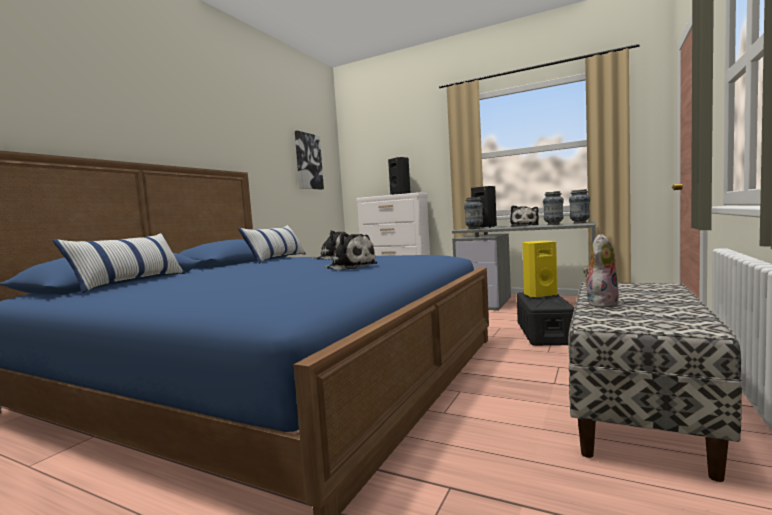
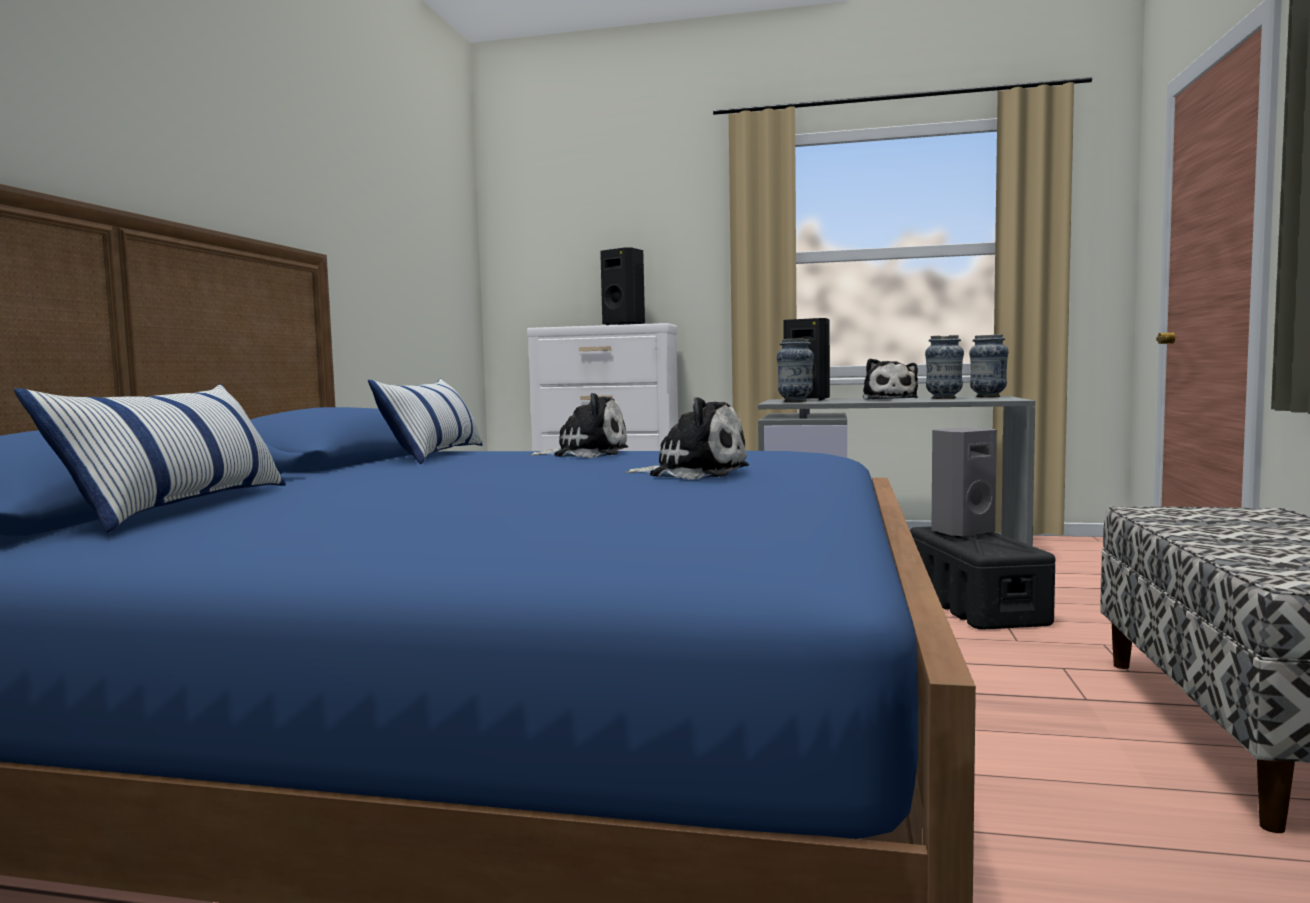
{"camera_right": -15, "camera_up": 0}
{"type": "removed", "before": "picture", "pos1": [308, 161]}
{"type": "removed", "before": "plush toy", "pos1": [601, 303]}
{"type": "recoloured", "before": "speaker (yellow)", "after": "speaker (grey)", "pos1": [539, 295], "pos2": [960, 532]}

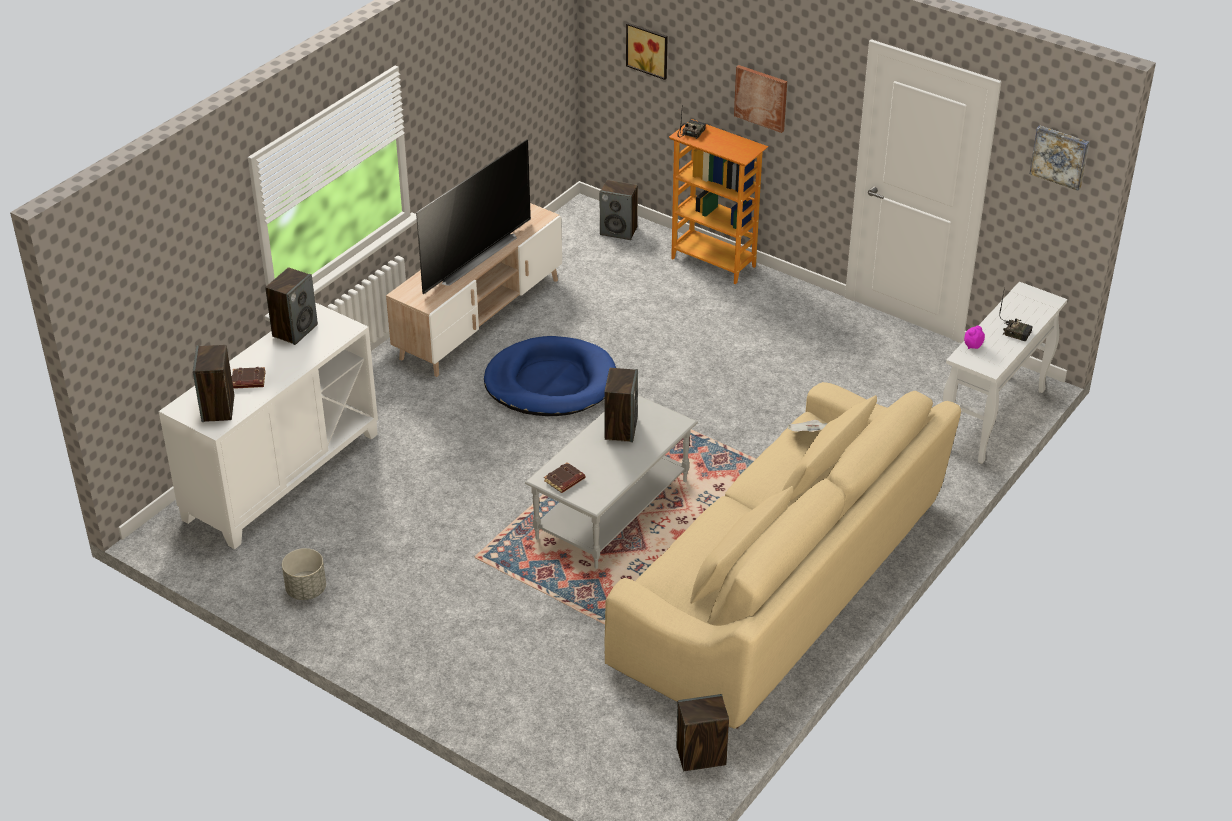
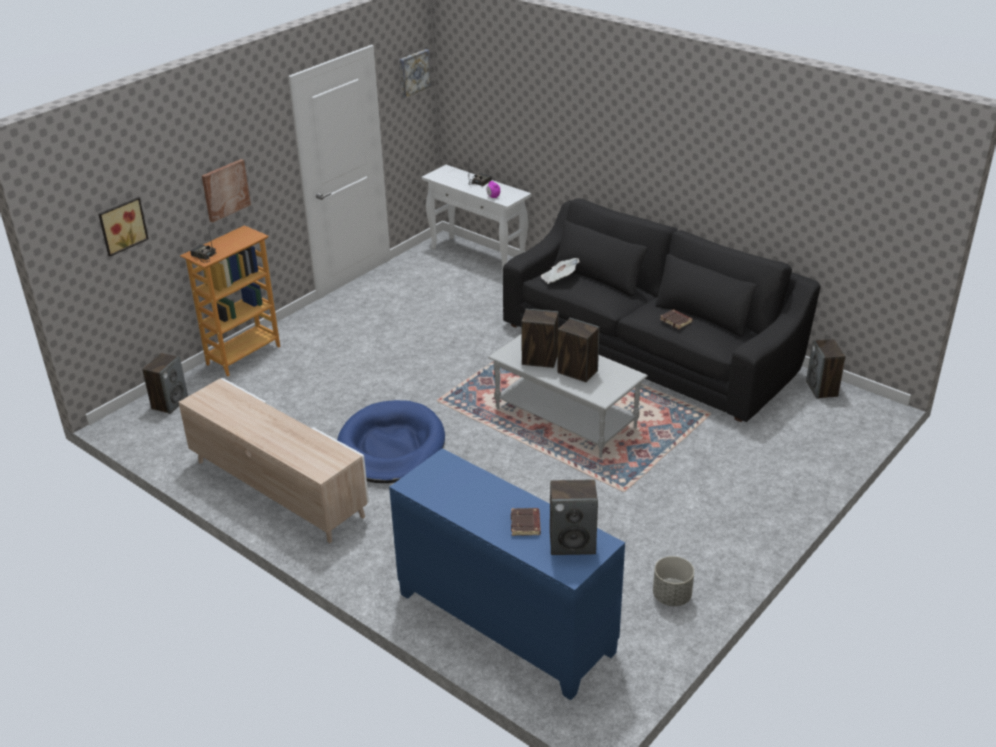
{"camera_right": -85, "camera_up": -5}
{"type": "removed", "before": "television", "pos1": [472, 256]}
{"type": "moved", "before": "speaker", "pos1": [295, 330], "pos2": [577, 372]}
{"type": "moved", "before": "book (brown)", "pos1": [564, 481], "pos2": [676, 321]}
{"type": "recoloured", "before": "cabinet (white)", "after": "cabinet (blue)", "pos1": [281, 476], "pos2": [504, 623]}
{"type": "recoloured", "before": "sofa (beige)", "after": "sofa (black)", "pos1": [783, 585], "pos2": [649, 347]}

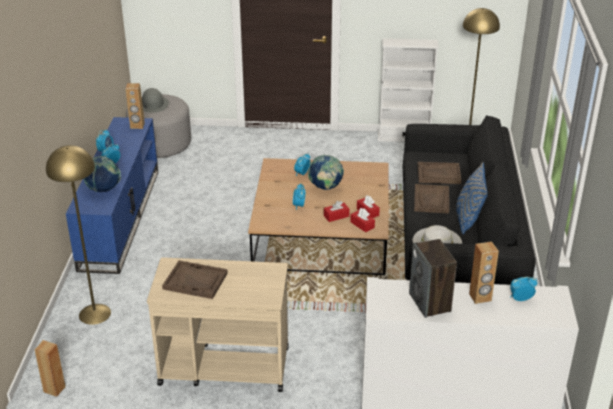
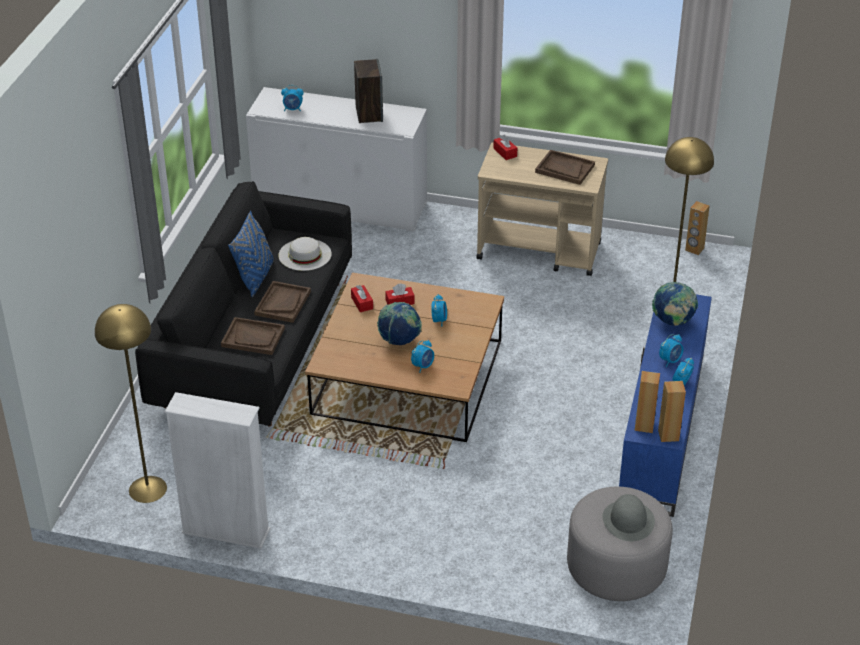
{"camera_right": -170, "camera_up": 5}
{"type": "moved", "before": "tissue box (red)", "pos1": [362, 225], "pos2": [505, 152]}
{"type": "moved", "before": "speaker (brown)", "pos1": [480, 297], "pos2": [668, 435]}

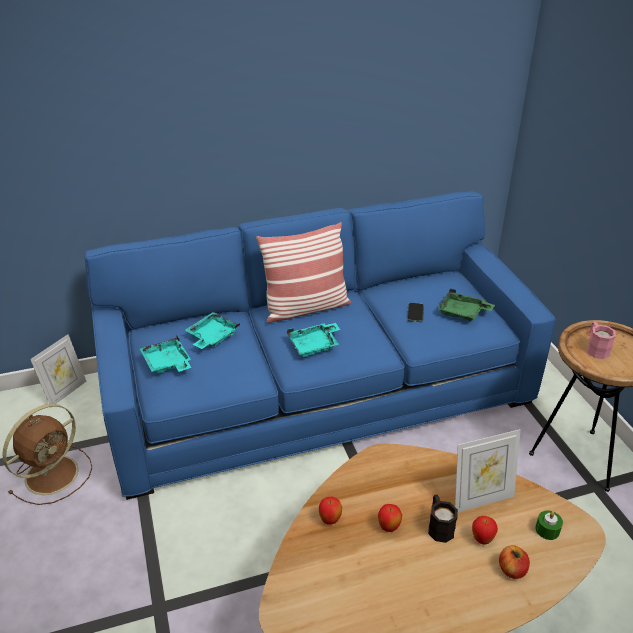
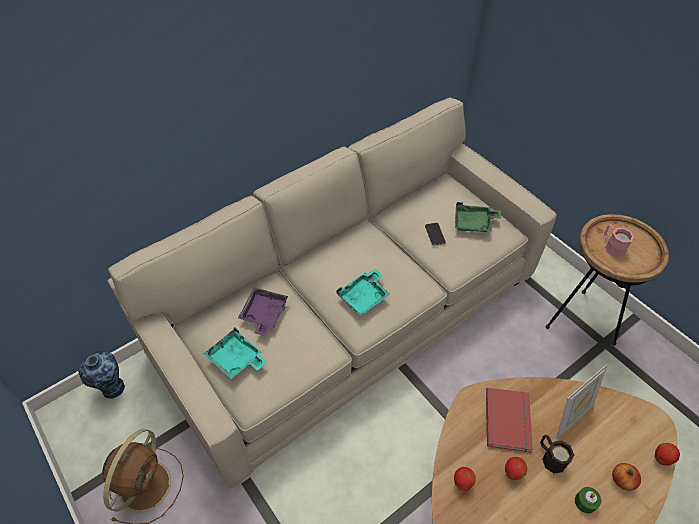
{"camera_right": -20, "camera_up": 15}
{"type": "removed", "before": "pillow", "pos1": [306, 308]}
{"type": "added", "after": "book (red)", "pos2": [509, 420]}
{"type": "moved", "before": "apple", "pos1": [482, 539], "pos2": [661, 459]}
{"type": "moved", "before": "candle (green)", "pos1": [547, 530], "pos2": [585, 502]}
{"type": "replaced", "before": "picture frame", "after": "vase", "pos1": [65, 392], "pos2": [112, 388]}
{"type": "recoloured", "before": "sofa (blue)", "after": "sofa (beige)", "pos1": [317, 389], "pos2": [350, 313]}
{"type": "recoloured", "before": "tray (turquoise)", "after": "tray (purple)", "pos1": [212, 337], "pos2": [264, 314]}

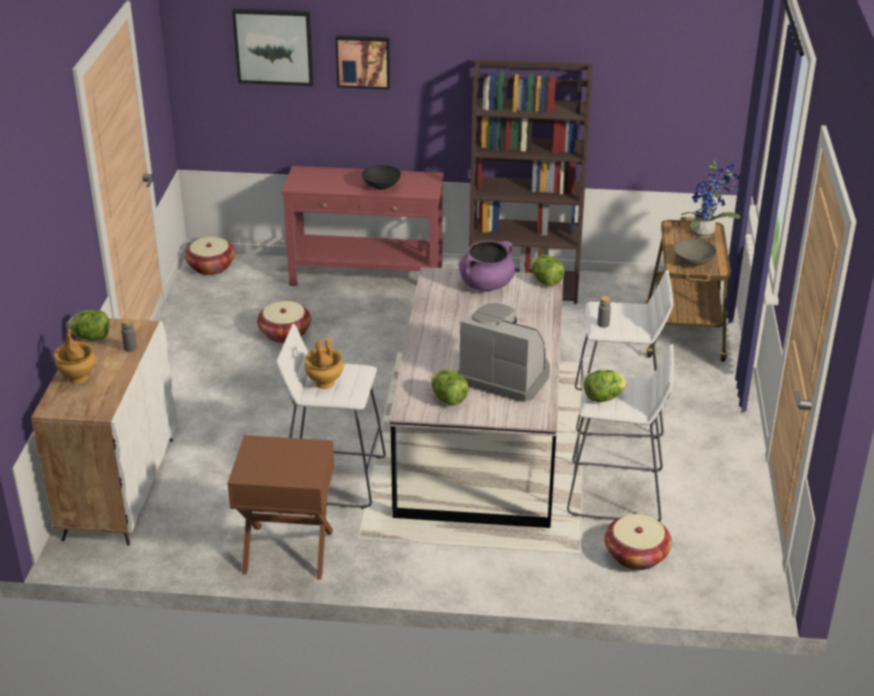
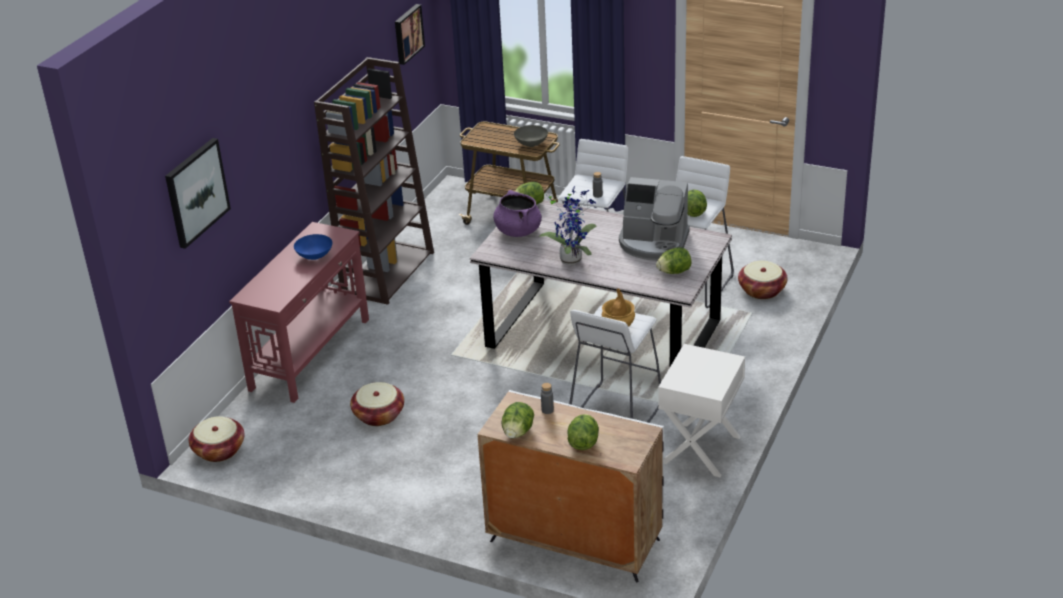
{"camera_right": -70, "camera_up": 0}
{"type": "moved", "before": "picture", "pos1": [363, 61], "pos2": [407, 33]}
{"type": "moved", "before": "potted plant", "pos1": [706, 233], "pos2": [572, 258]}
{"type": "replaced", "before": "vase (brown)", "after": "lettuce", "pos1": [78, 377], "pos2": [583, 443]}
{"type": "recoloured", "before": "nightstand (brown)", "after": "nightstand (white)", "pos1": [288, 552], "pos2": [701, 449]}
{"type": "recoloured", "before": "bowl (black)", "after": "bowl (blue)", "pos1": [382, 187], "pos2": [315, 256]}
{"type": "turned", "before": "coffee machine", "pos1": [506, 375], "pos2": [653, 243], "turn": -120}

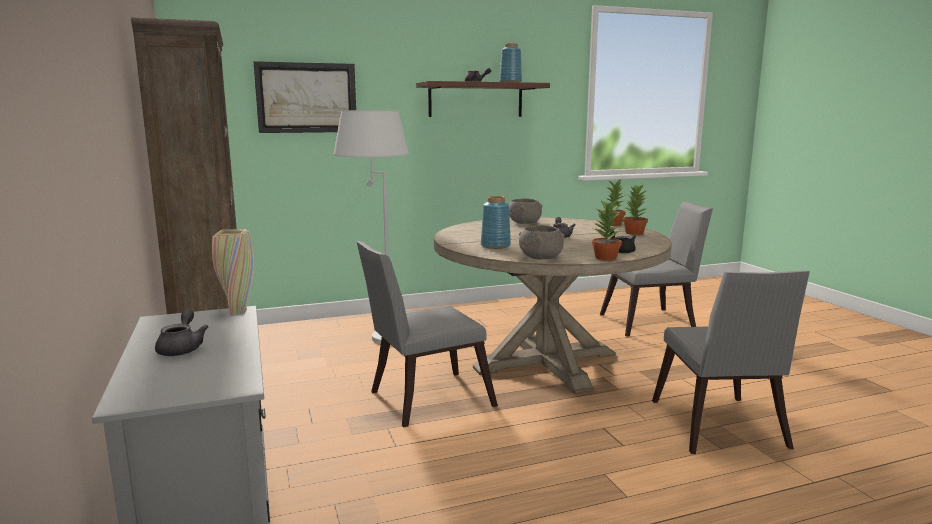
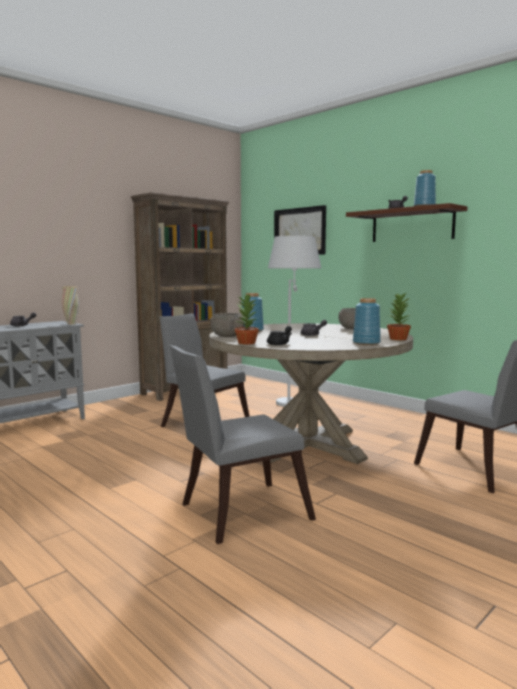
{"camera_right": 65, "camera_up": -5}
{"type": "replaced", "before": "potted plant", "after": "vase (blue)", "pos1": [634, 233], "pos2": [366, 343]}

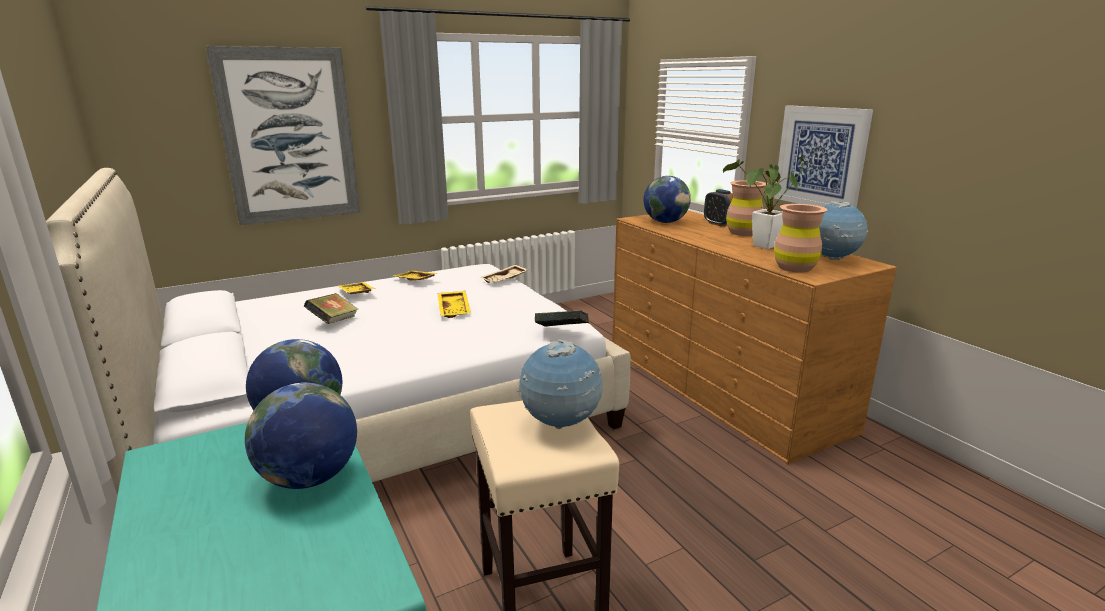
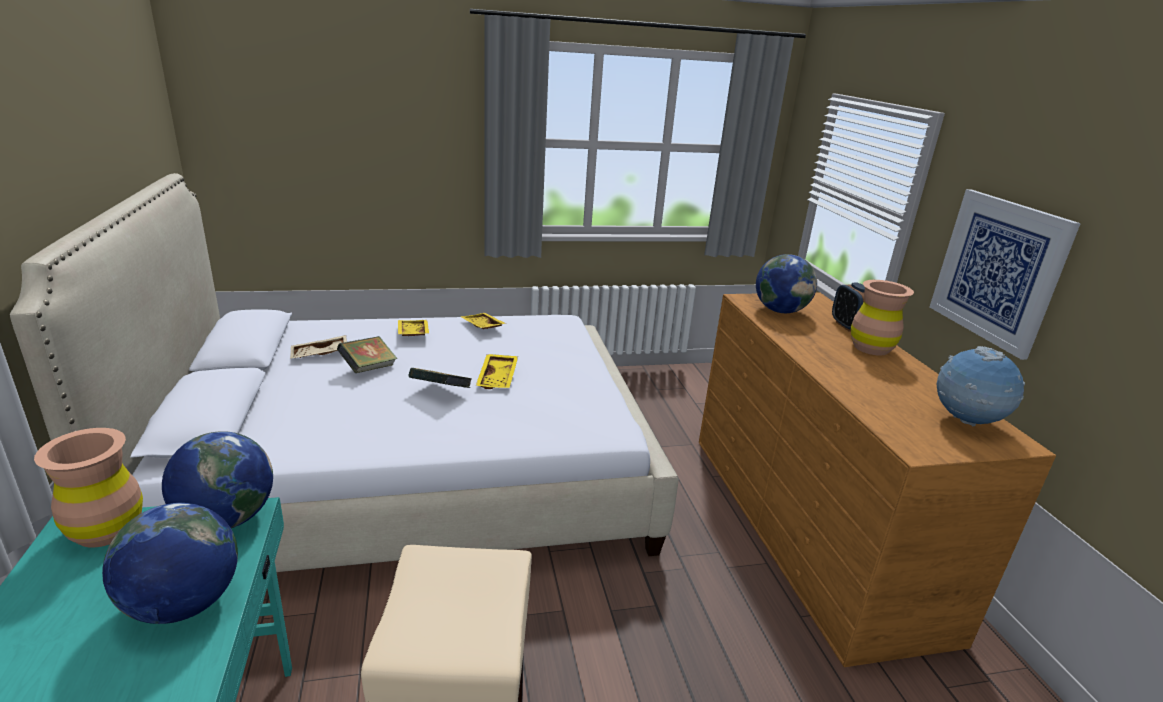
{"camera_right": 15, "camera_up": 5}
{"type": "removed", "before": "picture", "pos1": [289, 136]}
{"type": "removed", "before": "globe", "pos1": [560, 425]}
{"type": "removed", "before": "potted plant", "pos1": [761, 247]}
{"type": "moved", "before": "tray (beige)", "pos1": [505, 280], "pos2": [319, 354]}
{"type": "moved", "before": "book", "pos1": [562, 332], "pos2": [440, 393]}
{"type": "moved", "before": "vase (brown)", "pos1": [795, 267], "pos2": [106, 530]}

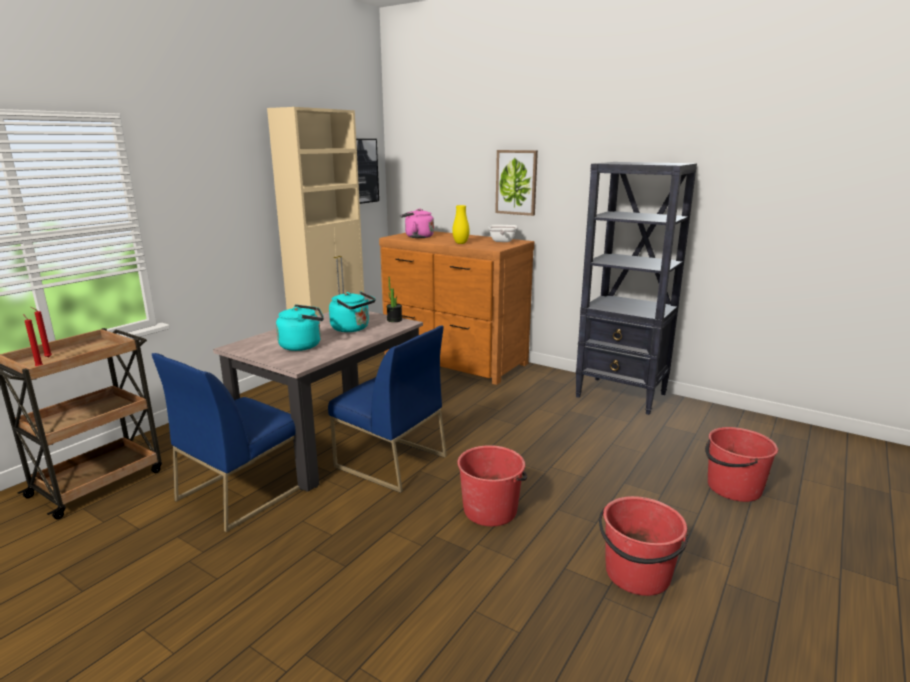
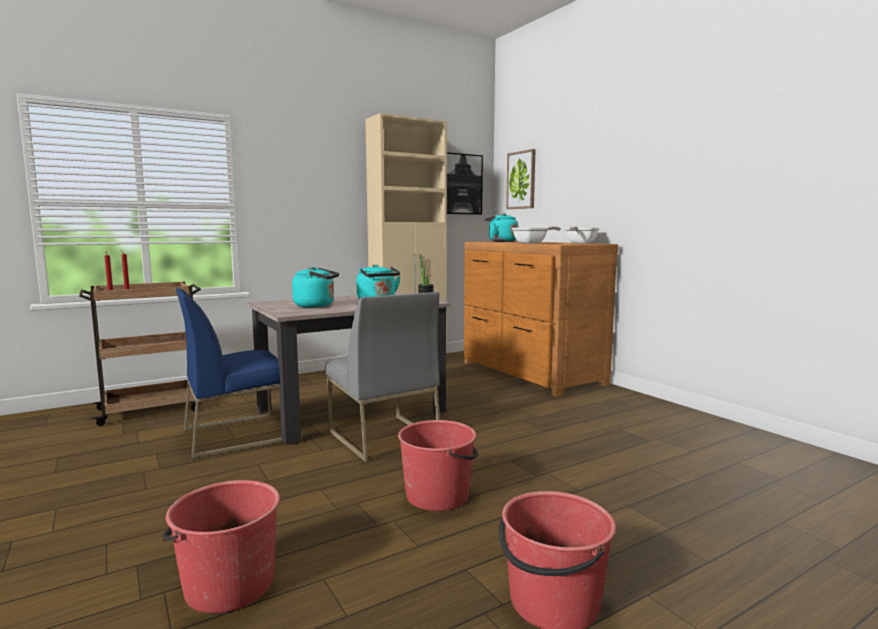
{"camera_right": 25, "camera_up": -10}
{"type": "removed", "before": "bookcase (black)", "pos1": [621, 396]}
{"type": "moved", "before": "picture", "pos1": [516, 182], "pos2": [521, 180]}
{"type": "moved", "before": "bucket (red)", "pos1": [733, 488], "pos2": [228, 585]}
{"type": "replaced", "before": "vase (yellow)", "after": "frying pan", "pos1": [460, 243], "pos2": [533, 243]}
{"type": "recoloured", "before": "chair (blue)", "after": "chair (grey)", "pos1": [389, 462], "pos2": [382, 437]}
{"type": "recoloured", "before": "kettle (pink)", "after": "kettle (turquoise)", "pos1": [417, 237], "pos2": [501, 241]}

